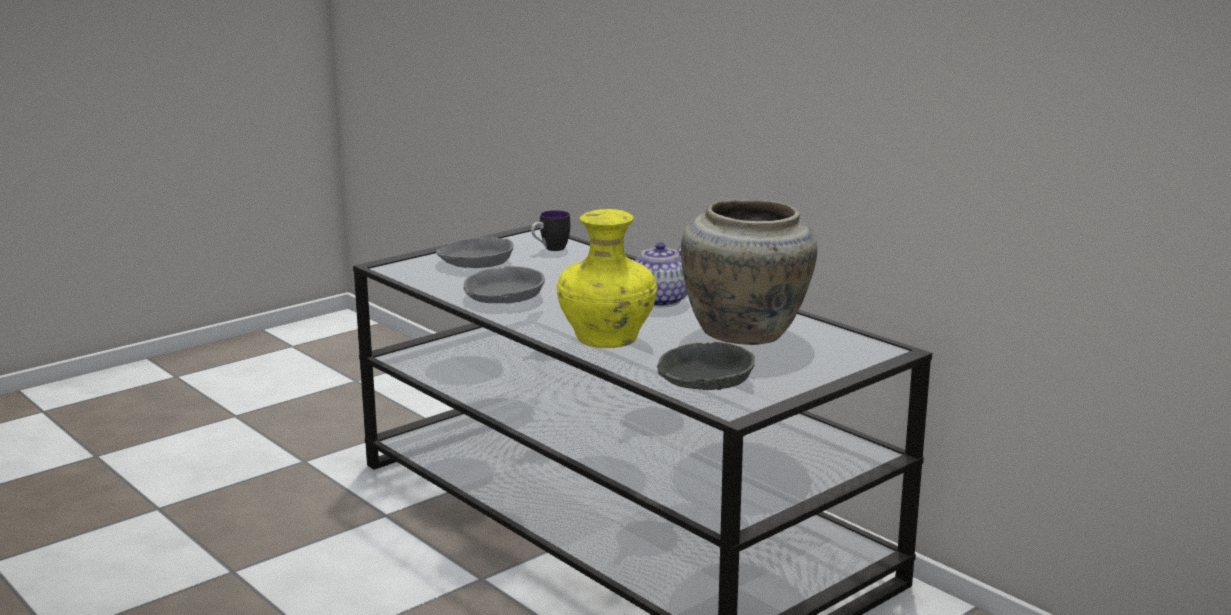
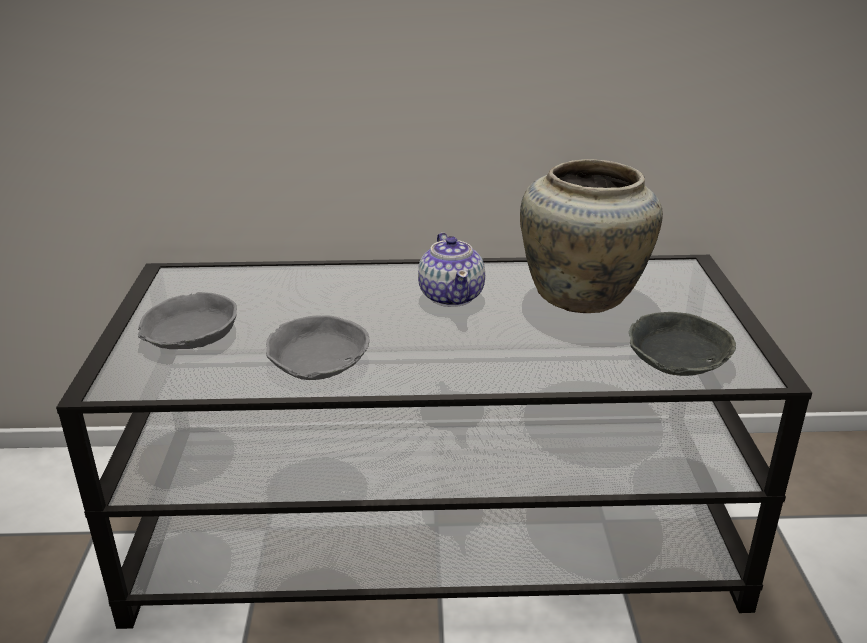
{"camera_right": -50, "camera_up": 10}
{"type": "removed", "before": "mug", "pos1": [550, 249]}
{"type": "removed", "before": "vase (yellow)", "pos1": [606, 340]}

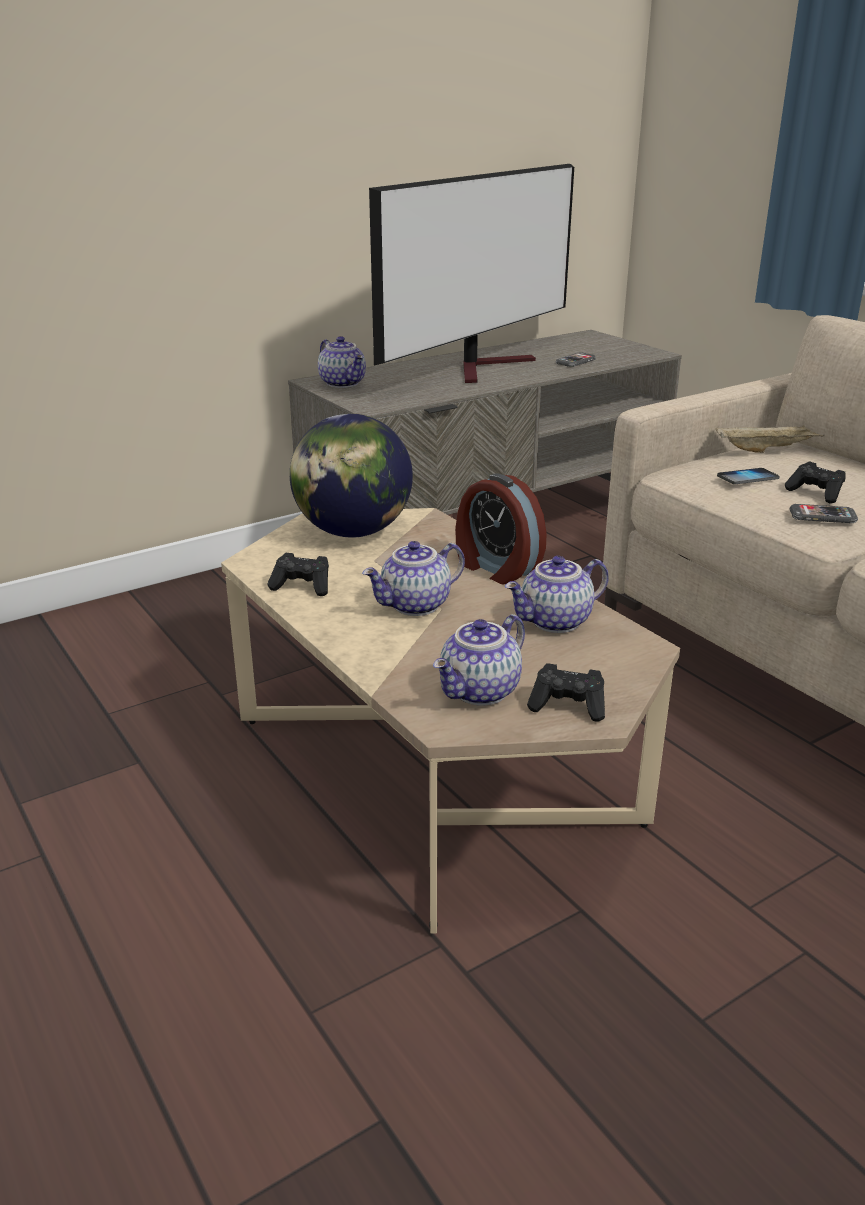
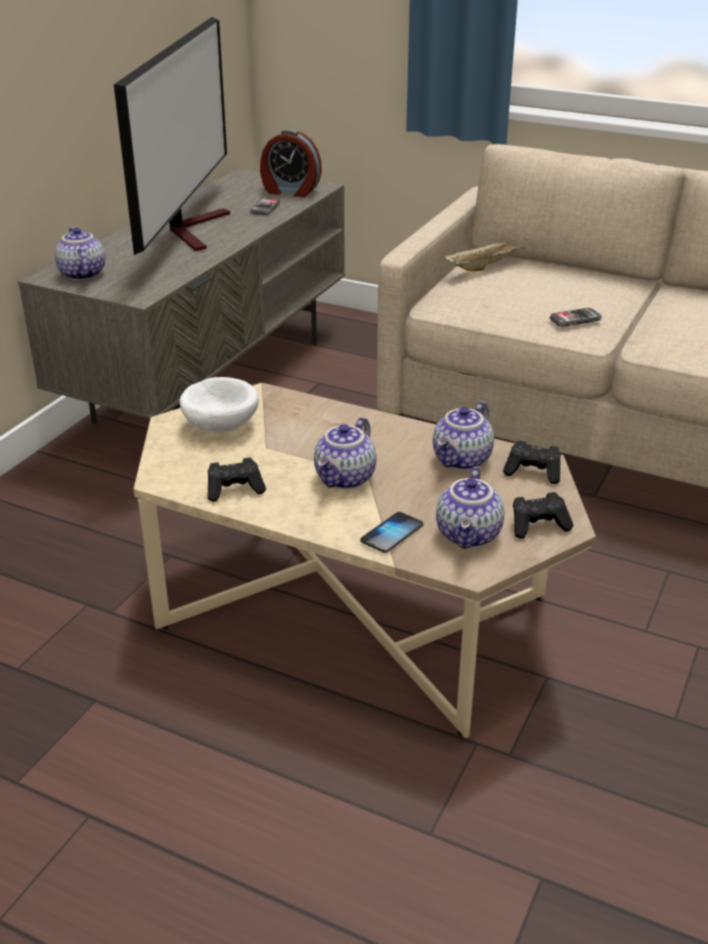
{"camera_right": -30, "camera_up": 5}
{"type": "moved", "before": "alarm clock", "pos1": [496, 568], "pos2": [290, 191]}
{"type": "moved", "before": "phone", "pos1": [747, 478], "pos2": [392, 534]}
{"type": "moved", "before": "game controller (black)", "pos1": [816, 493], "pos2": [533, 472]}
{"type": "replaced", "before": "globe", "after": "bowl (white)", "pos1": [353, 532], "pos2": [219, 425]}
{"type": "turned", "before": "teapot", "pos1": [344, 383], "pos2": [81, 274], "turn": -135}

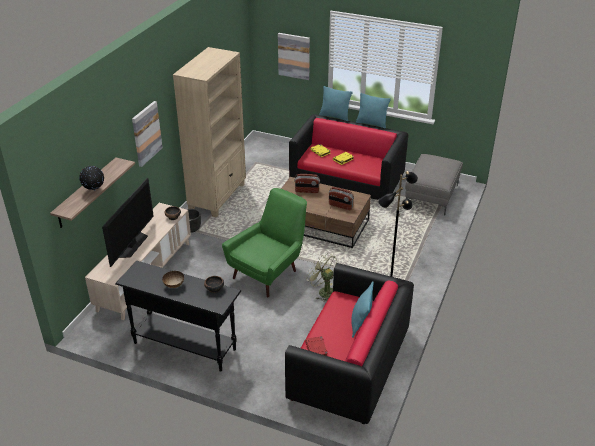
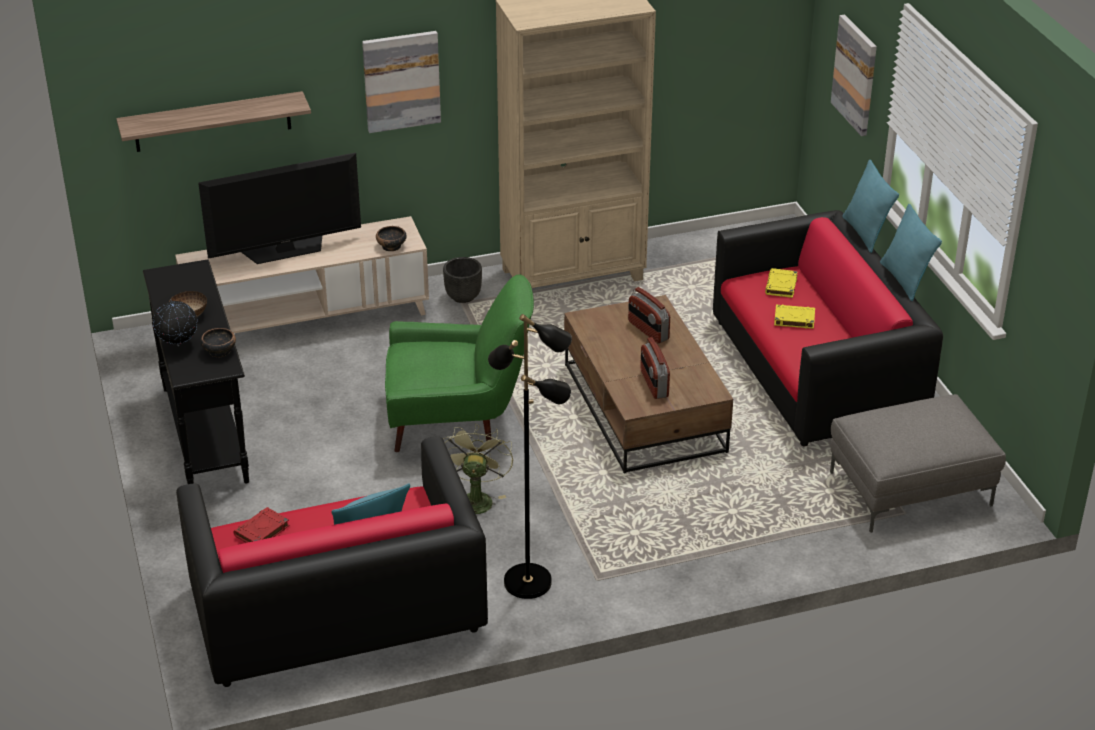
{"camera_right": 50, "camera_up": 0}
{"type": "moved", "before": "globe", "pos1": [94, 190], "pos2": [178, 345]}

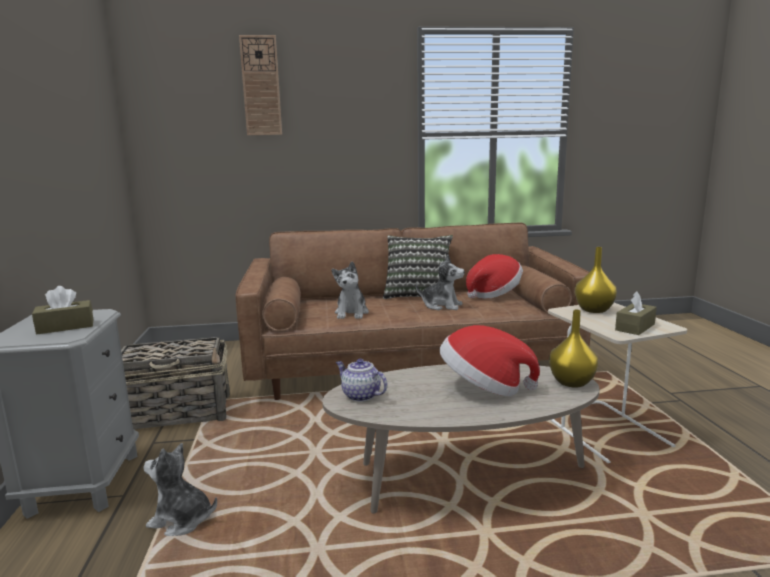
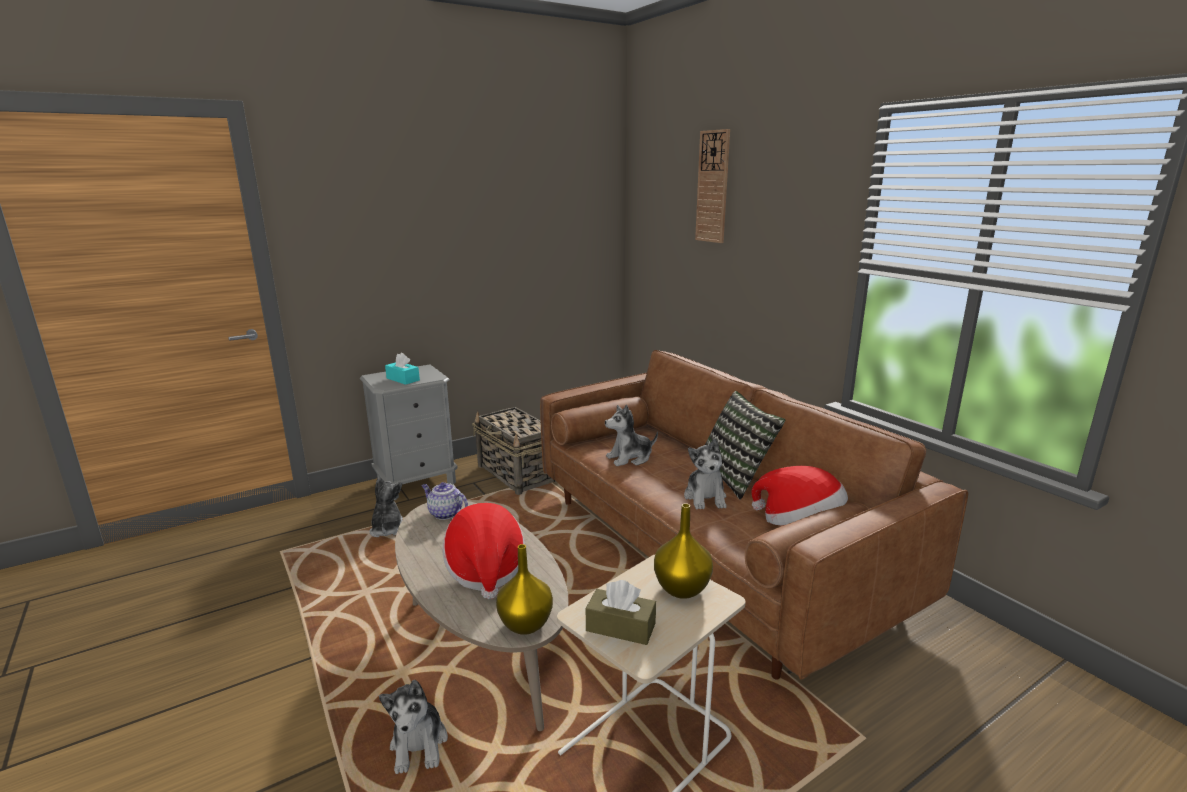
{"camera_right": 65, "camera_up": 5}
{"type": "added", "after": "plush toy", "pos2": [419, 744]}
{"type": "recoloured", "before": "tissue box (brown)", "after": "tissue box (turquoise)", "pos1": [65, 327], "pos2": [403, 379]}
{"type": "turned", "before": "teapot", "pos1": [360, 395], "pos2": [445, 513], "turn": -75}

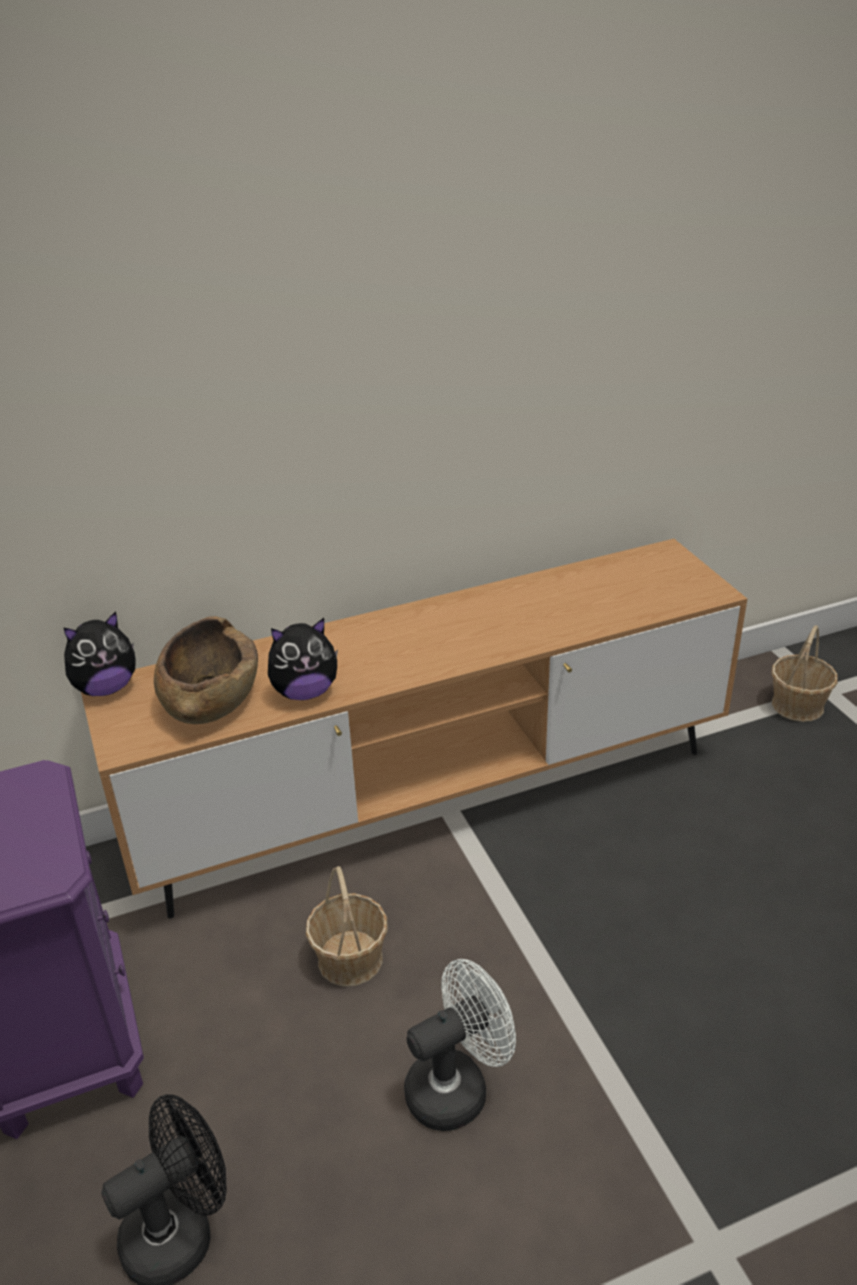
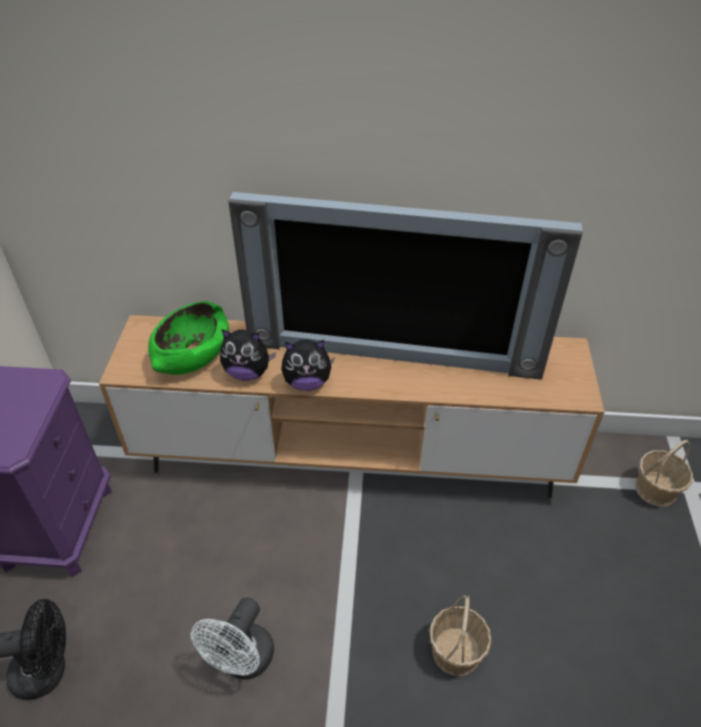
{"camera_right": 25, "camera_up": 10}
{"type": "added", "after": "television", "pos2": [393, 349]}
{"type": "moved", "before": "plush toy", "pos1": [106, 688], "pos2": [307, 382]}
{"type": "moved", "before": "basket", "pos1": [350, 959], "pos2": [456, 651]}
{"type": "recoloured", "before": "bowl (brown)", "after": "bowl (green)", "pos1": [210, 697], "pos2": [192, 354]}
{"type": "turned", "before": "fan (white)", "pos1": [457, 1086], "pos2": [242, 662], "turn": 120}

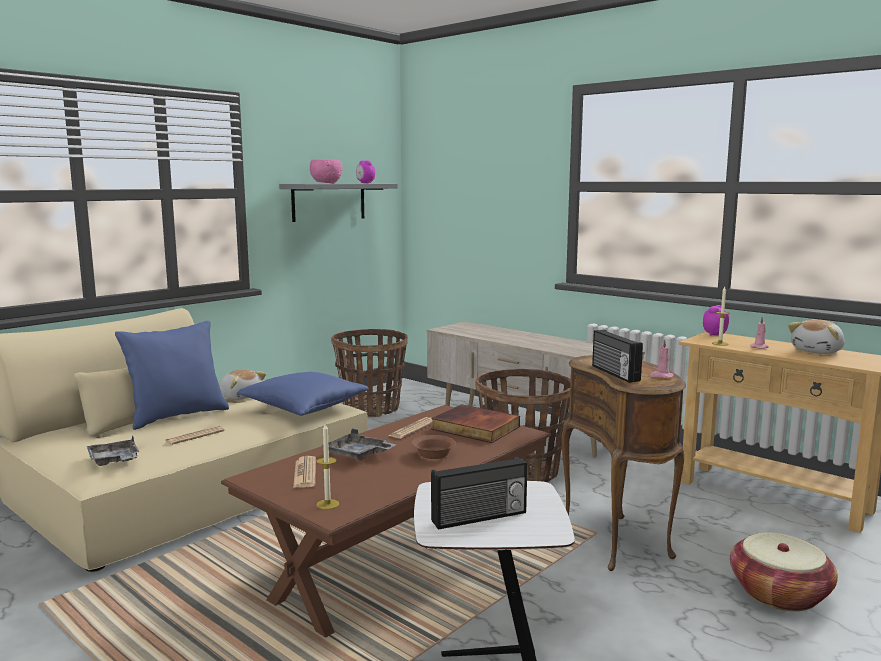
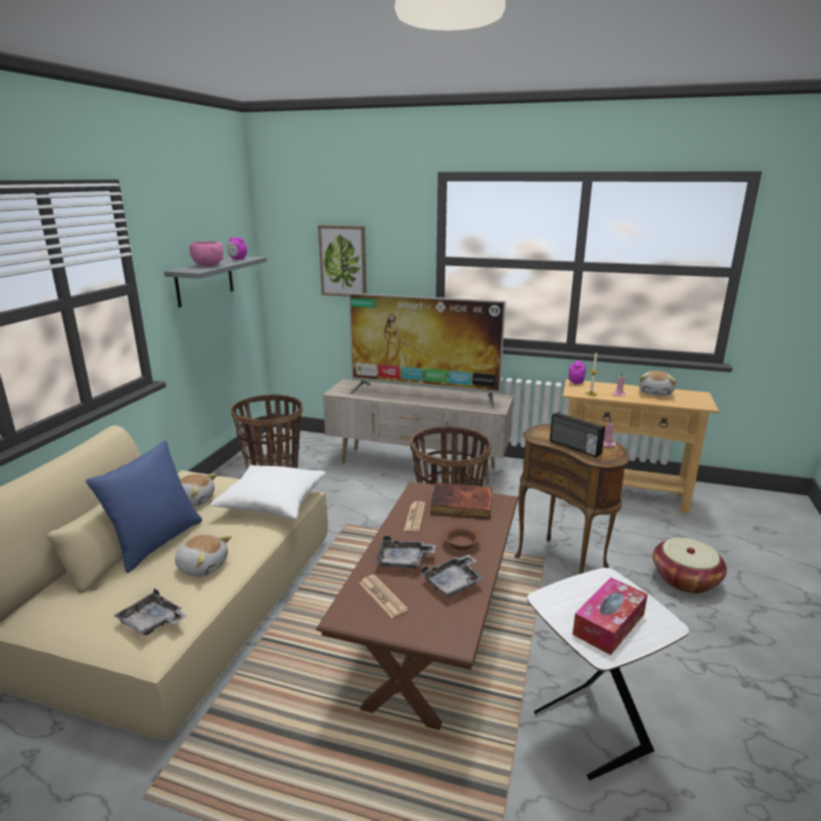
{"camera_right": -25, "camera_up": 10}
{"type": "removed", "before": "candle", "pos1": [327, 504]}
{"type": "added", "after": "picture", "pos2": [343, 261]}
{"type": "added", "after": "television", "pos2": [424, 394]}
{"type": "added", "after": "tray (grey)", "pos2": [454, 583]}
{"type": "replaced", "before": "newspaper", "after": "plush toy", "pos1": [195, 436], "pos2": [203, 566]}
{"type": "replaced", "before": "radio", "after": "tissue box", "pos1": [480, 518], "pos2": [609, 624]}
{"type": "recoloured", "before": "pillow (blue)", "after": "pillow (white)", "pos1": [304, 408], "pos2": [272, 503]}

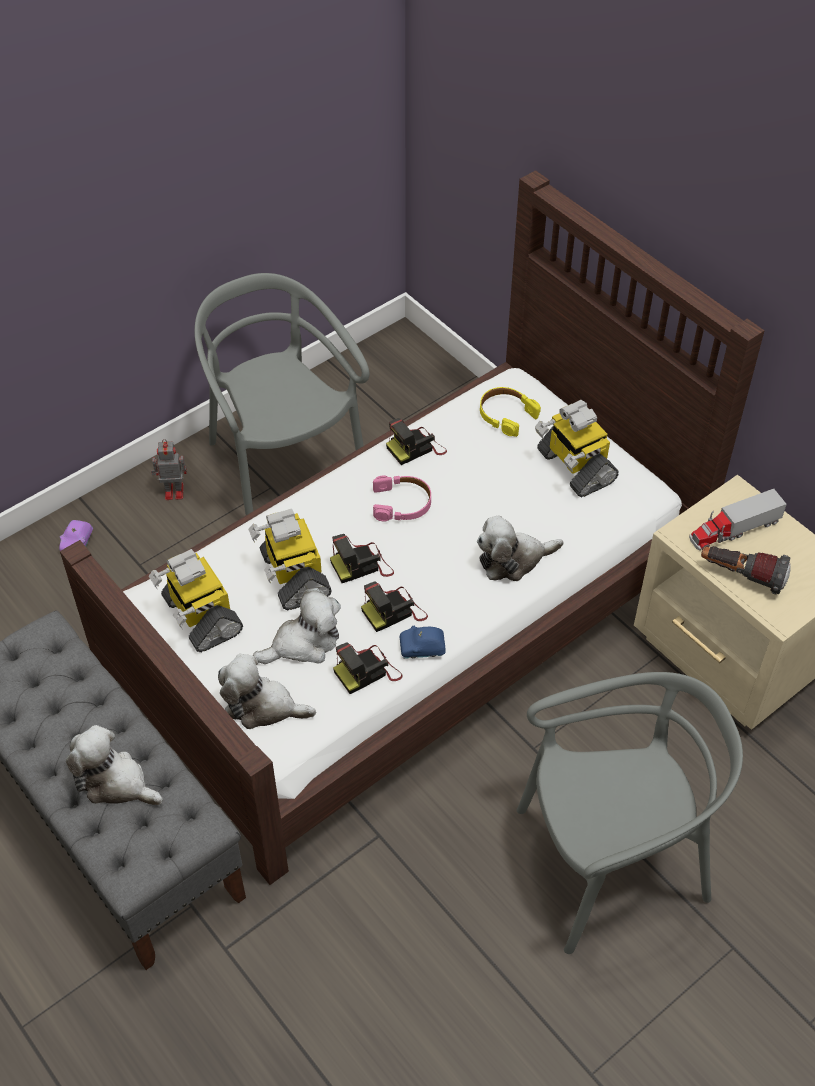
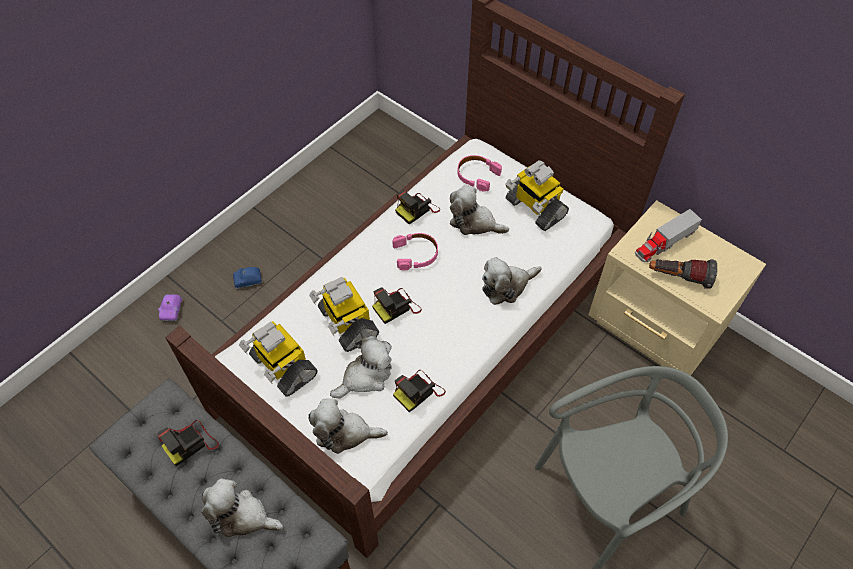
{"camera_right": -10, "camera_up": 5}
{"type": "removed", "before": "toy robot", "pos1": [172, 491]}
{"type": "removed", "before": "chair (grey)", "pos1": [283, 466]}
{"type": "added", "after": "plush toy", "pos2": [474, 222]}
{"type": "moved", "before": "photo camera", "pos1": [394, 611], "pos2": [191, 443]}
{"type": "moved", "before": "toy car (blue)", "pos1": [422, 648], "pos2": [248, 281]}
{"type": "recoloured", "before": "headphones (yellow)", "after": "headphones (pink)", "pos1": [506, 415], "pos2": [477, 175]}

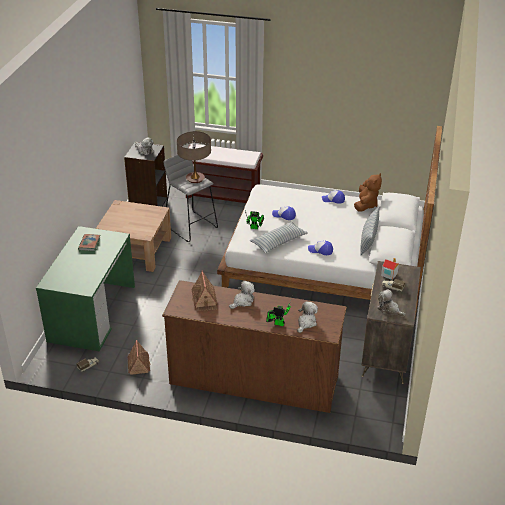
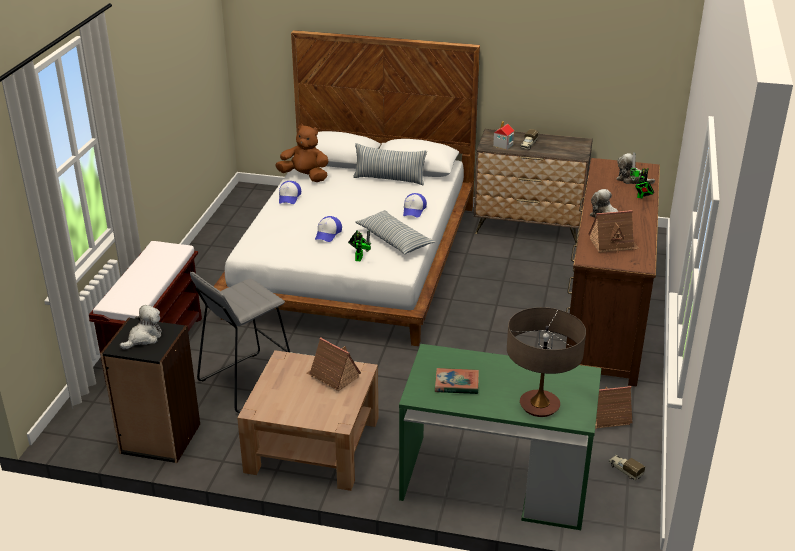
{"camera_right": -90, "camera_up": -5}
{"type": "removed", "before": "plush toy", "pos1": [389, 309]}
{"type": "added", "after": "toy house", "pos2": [333, 376]}
{"type": "moved", "before": "table lamp", "pos1": [195, 179], "pos2": [539, 406]}

